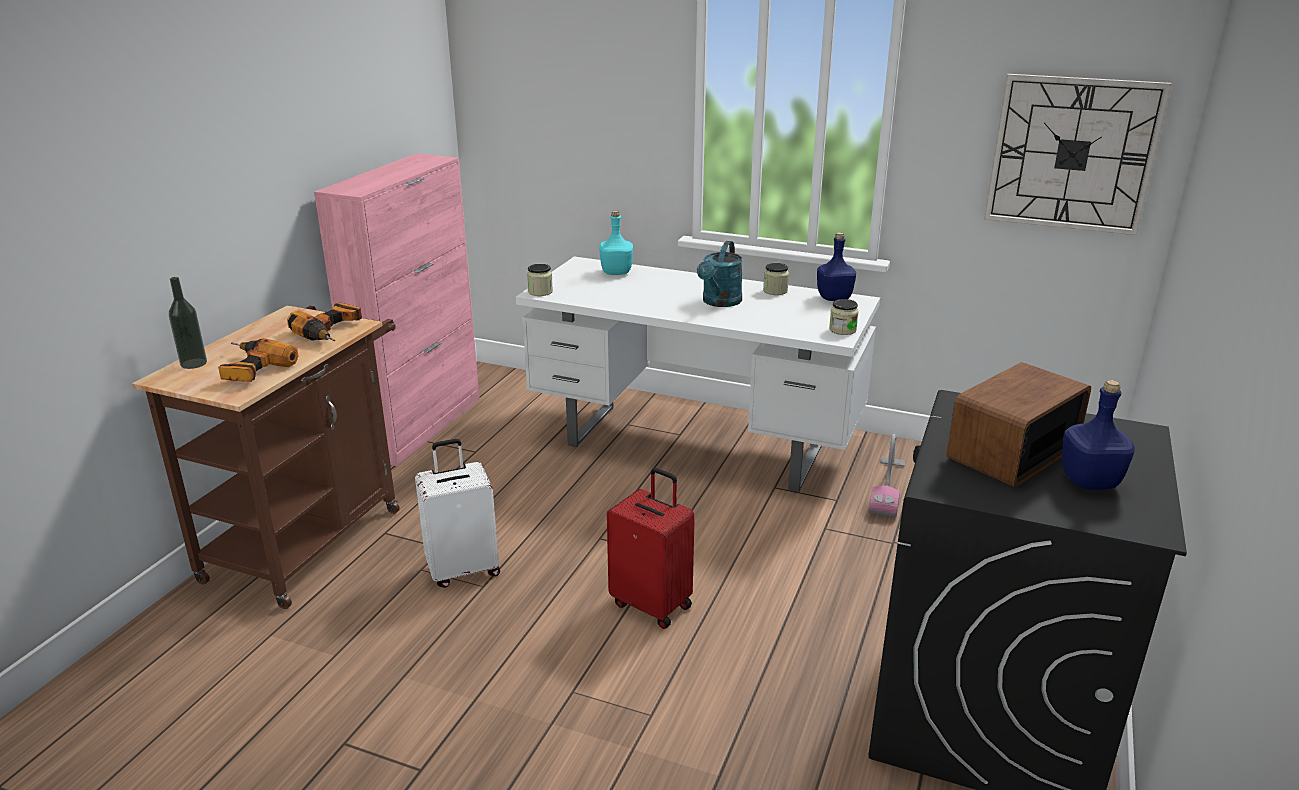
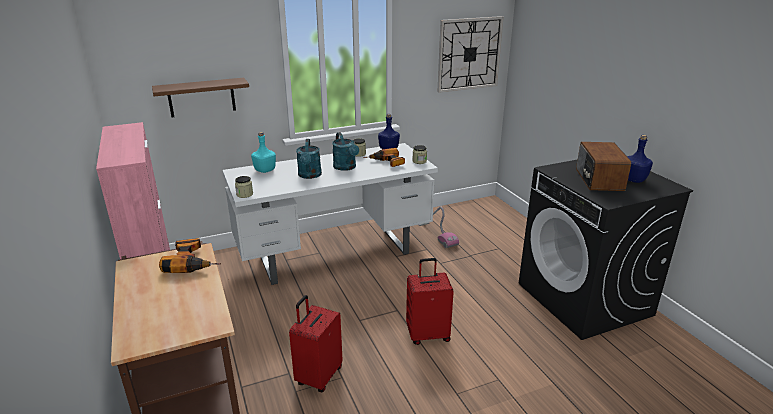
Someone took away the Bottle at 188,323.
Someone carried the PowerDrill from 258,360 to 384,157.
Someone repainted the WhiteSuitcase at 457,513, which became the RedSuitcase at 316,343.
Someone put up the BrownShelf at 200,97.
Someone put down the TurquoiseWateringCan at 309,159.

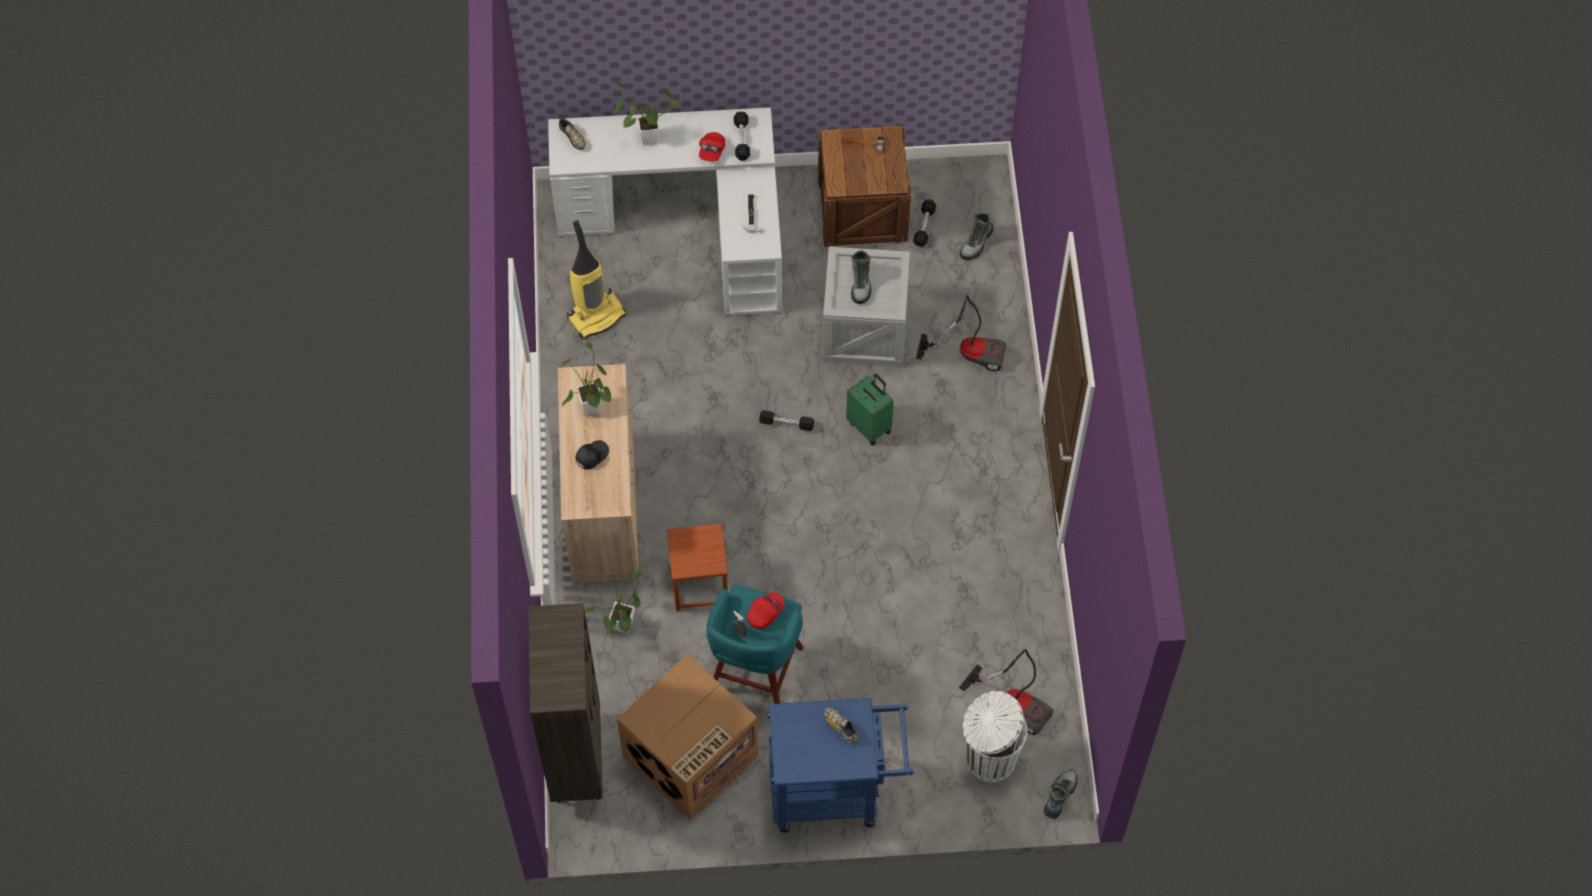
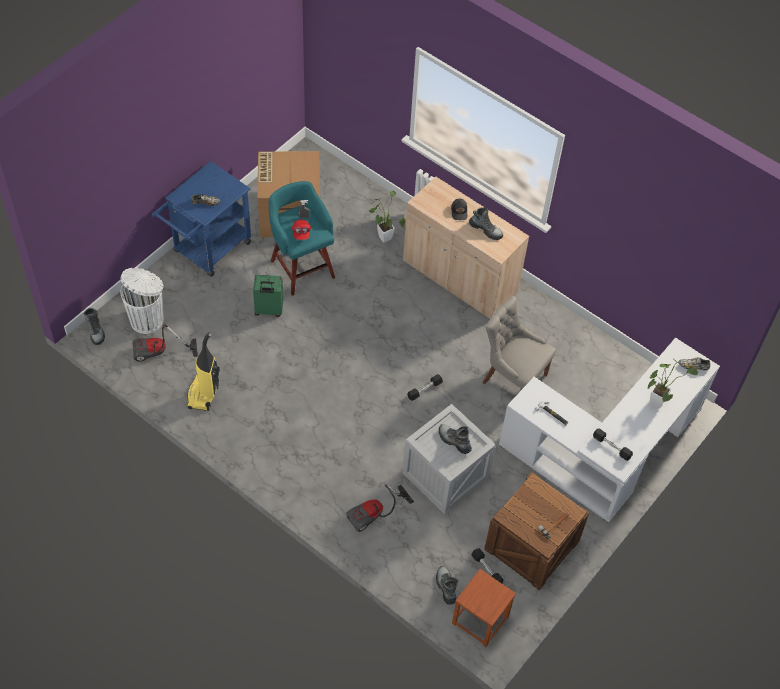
Someone took away the RedCap at 712,147.
Someone carried the VacuumCleaner from 597,279 to 203,372.
Someone swapped the PottedPlant at 586,378 for the Boot at 486,223.
Someone carried the GreenSuitcase from 870,410 to 268,296.
Someone carried the BrownStool from 697,567 to 484,608.
Someone took away the BrownBookcase at 565,703.
Someone put down the GreyChair at 519,343.

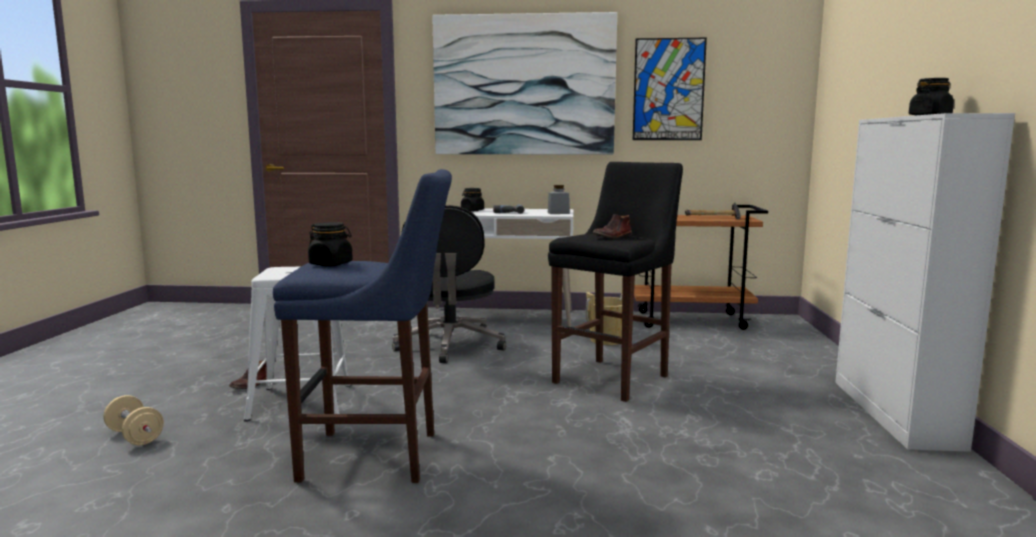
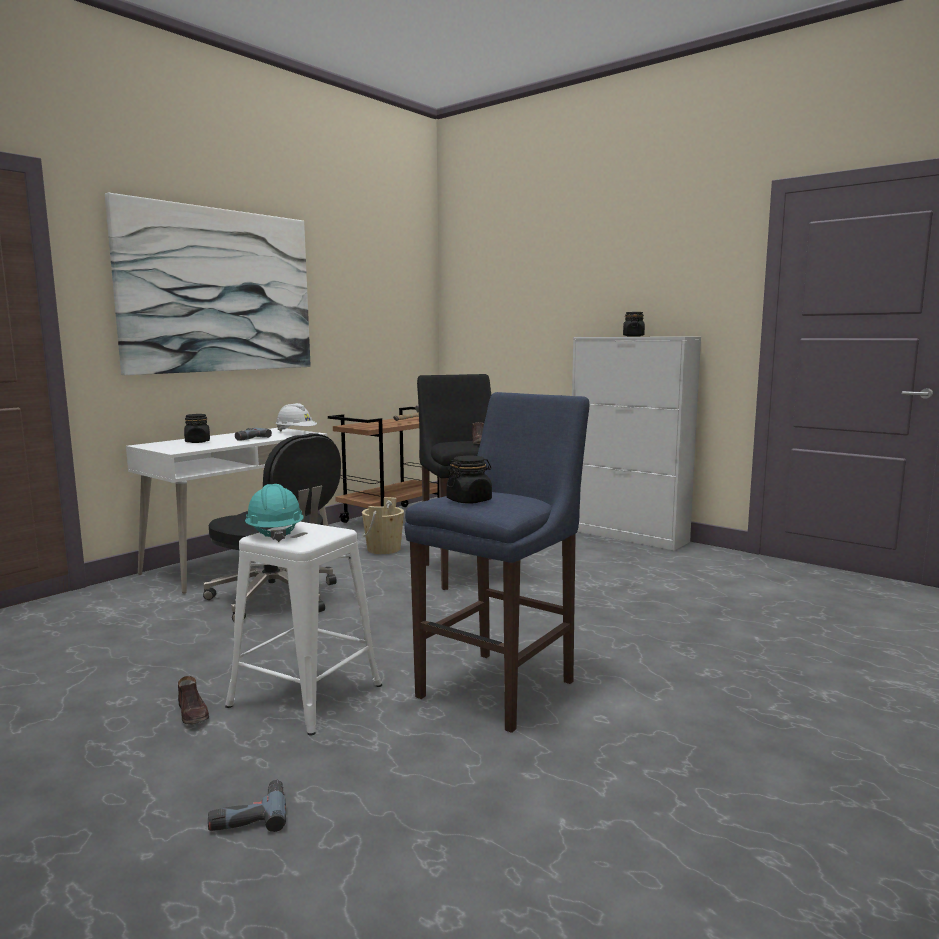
Someone took away the Picture at 670,89.
Someone swapped the GreyJar at 559,199 for the WhiteHardHat at 296,417.
Someone swapped the BeigeDumbbell at 133,420 for the PowerDrill at 247,806.
Someone put down the TurquoiseHardHat at 274,513.

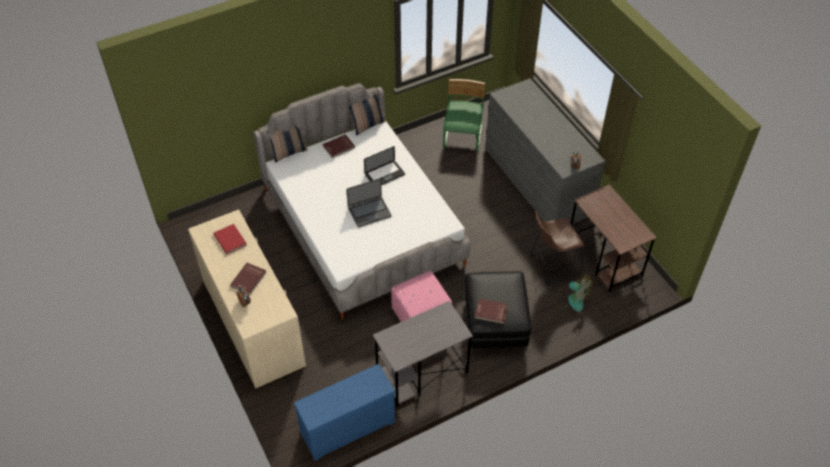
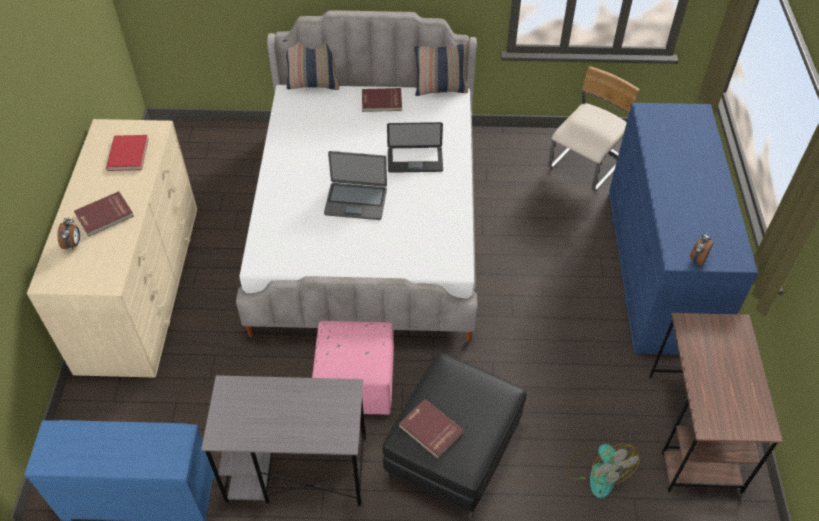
Someone repainted the GreyDresser at 545,151, which became the BlueDresser at 683,229.
Someone repainted the GreenChair at 464,115, which became the BeigeChair at 594,128.
Someone took away the BrownStool at 557,248.

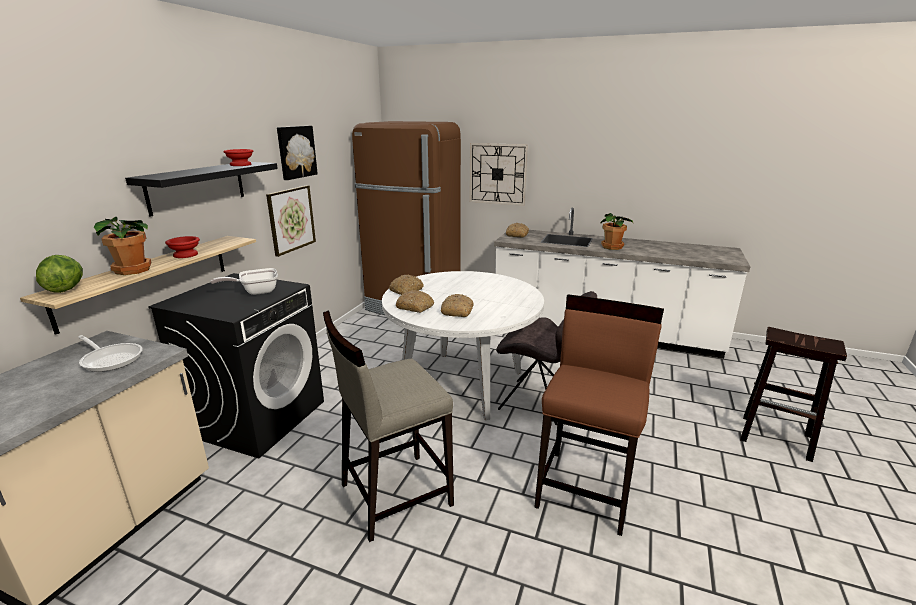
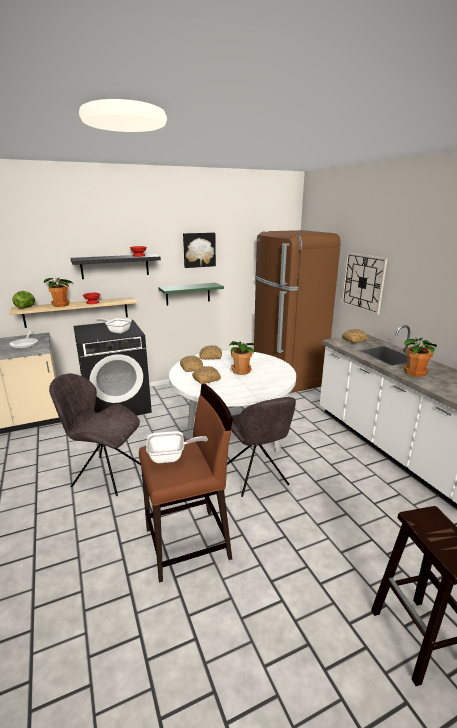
Someone swapped the Picture at 291,221 for the GreenShelf at 191,294.
Someone swapped the BeigeStool at 388,426 for the GreyChair at 95,434.
Someone put down the PottedPlant at 243,358.
Someone put down the FryingPan at 177,447.

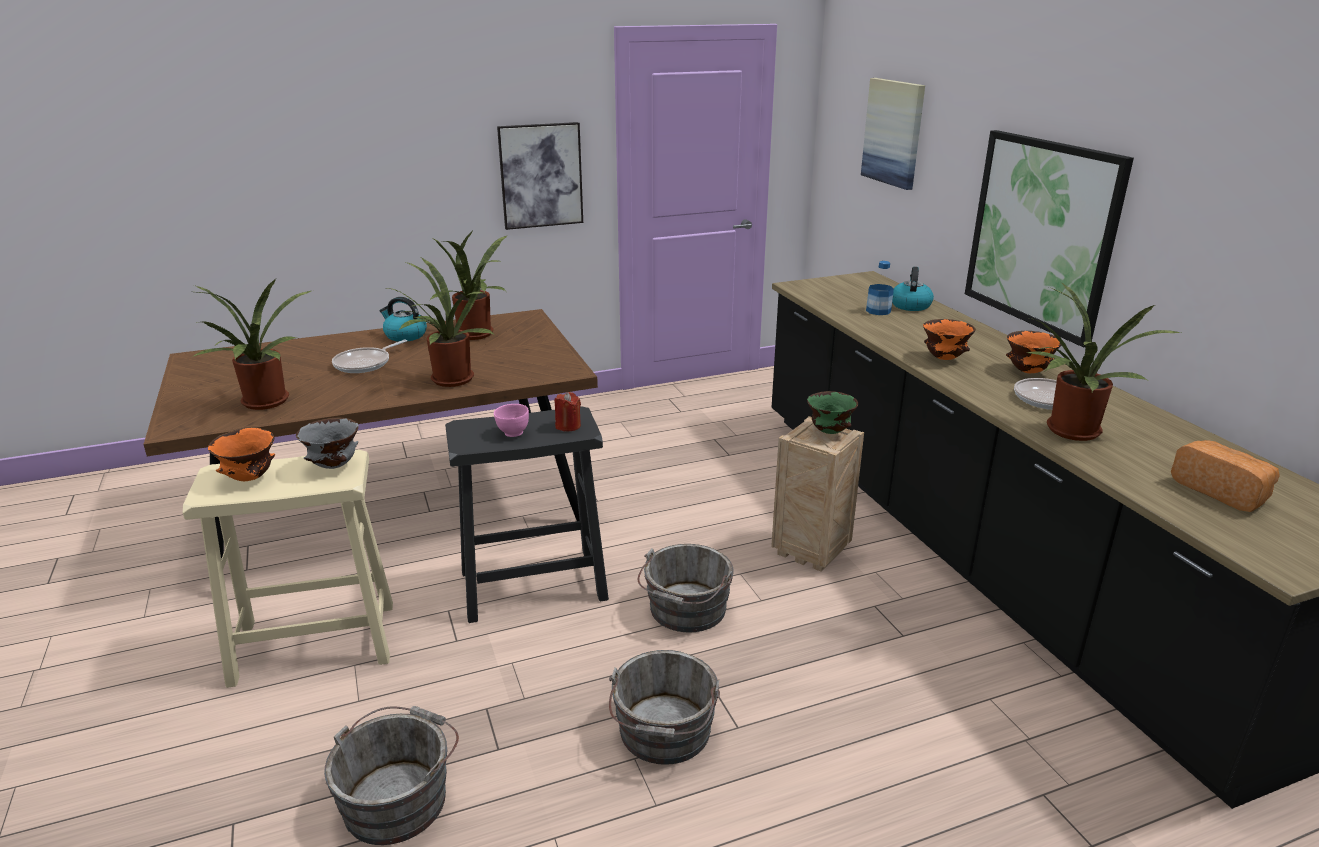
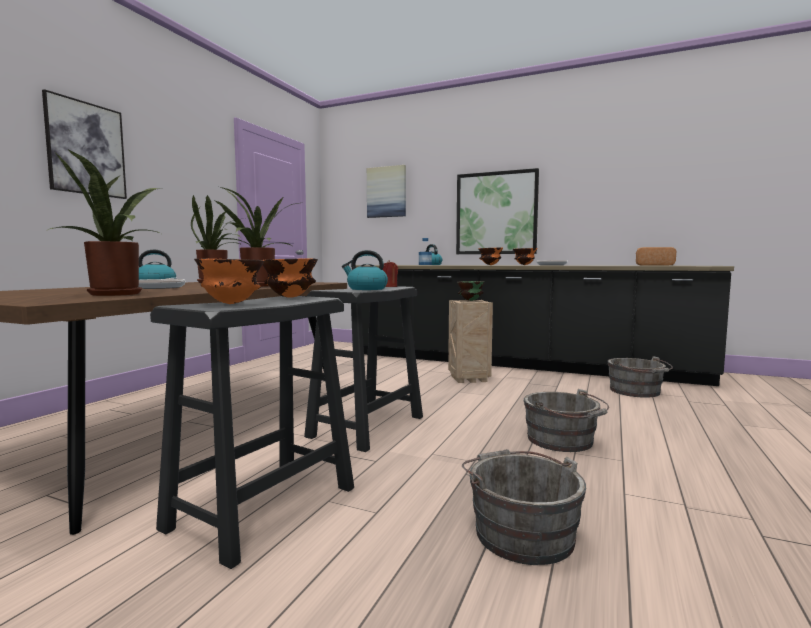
Someone carried the Picture from 540,176 to 84,144.
Someone took away the PottedPlant at 1104,361.
Someone swapped the PinkBowl at 511,420 for the Kettle at 365,270.
Someone repainted the GreyBowl at 327,443, which became the OrangeBowl at 290,278.
Someone repainted the BeigeStool at 288,569, which became the BlackStool at 252,432.
Someone carried the GreyBucket from 686,588 to 640,377.

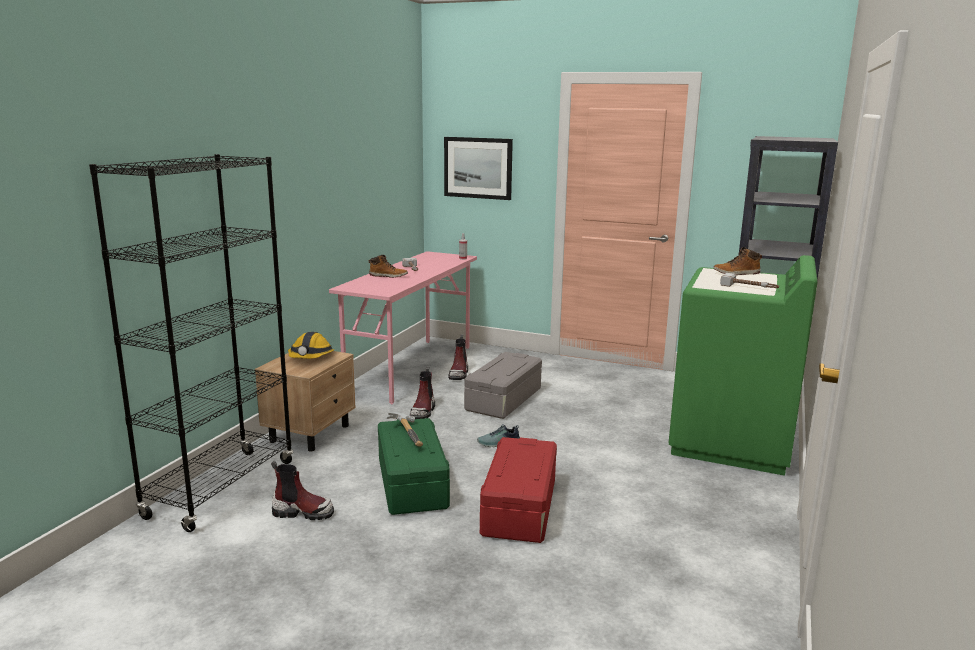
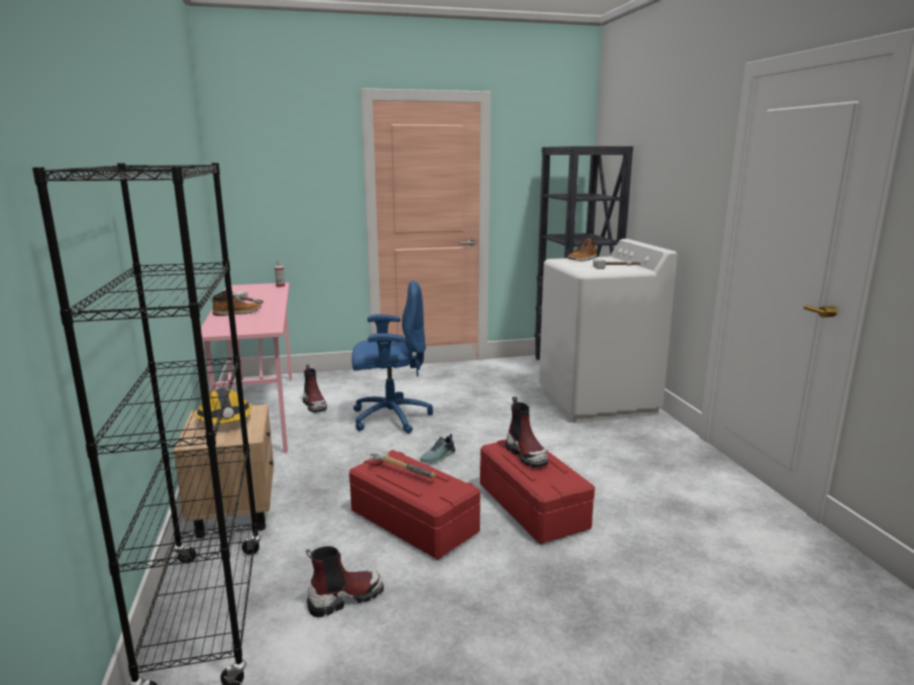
Someone took away the Picture at 478,168.
Someone repainted the GreenWashingMachine at 743,365, which became the WhiteWashingMachine at 608,331.
Someone swapped the GreyStorageBox at 503,385 for the BlueOfficeChair at 392,357.
Someone carried the Boot from 422,392 to 526,432.
Someone repainted the GreenStorageBox at 414,466, which became the RedStorageBox at 414,505.

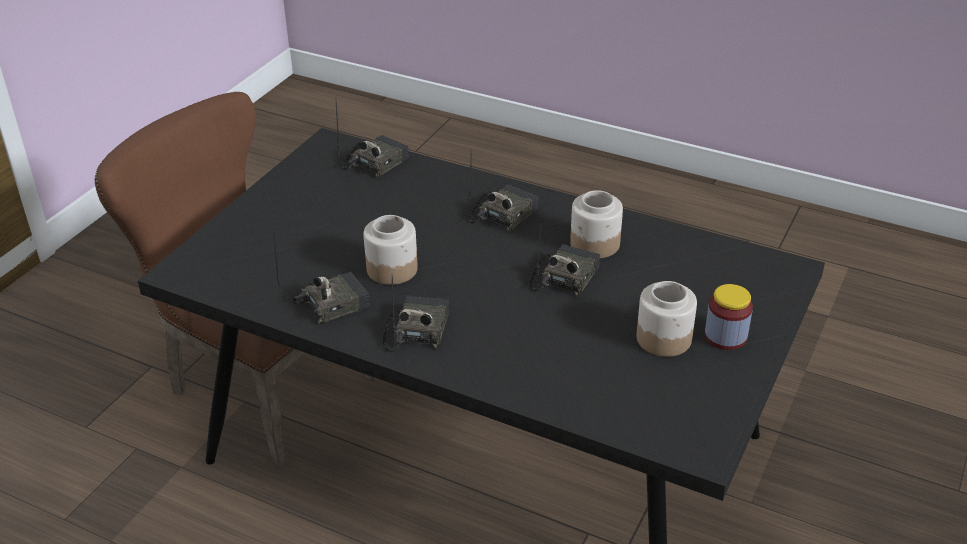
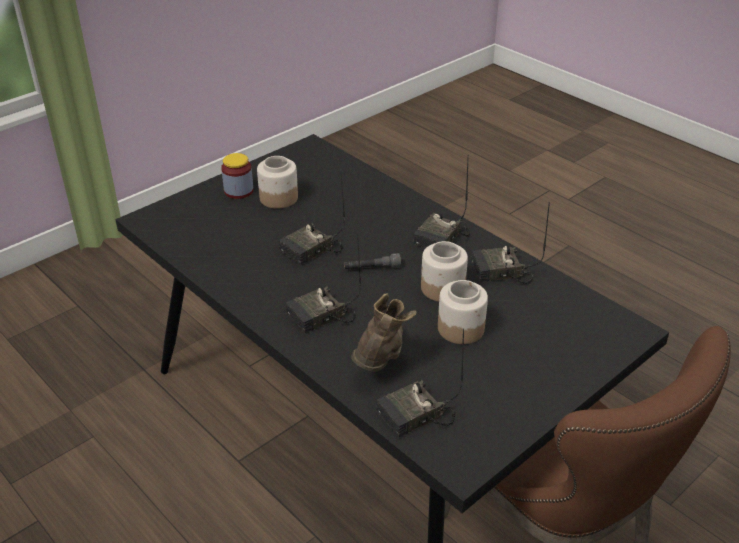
Someone carried the Jar from 596,224 to 463,312.
Someone put down the GreyFlashlight at 372,261.
Someone put down the BrownBoot at 384,332.

